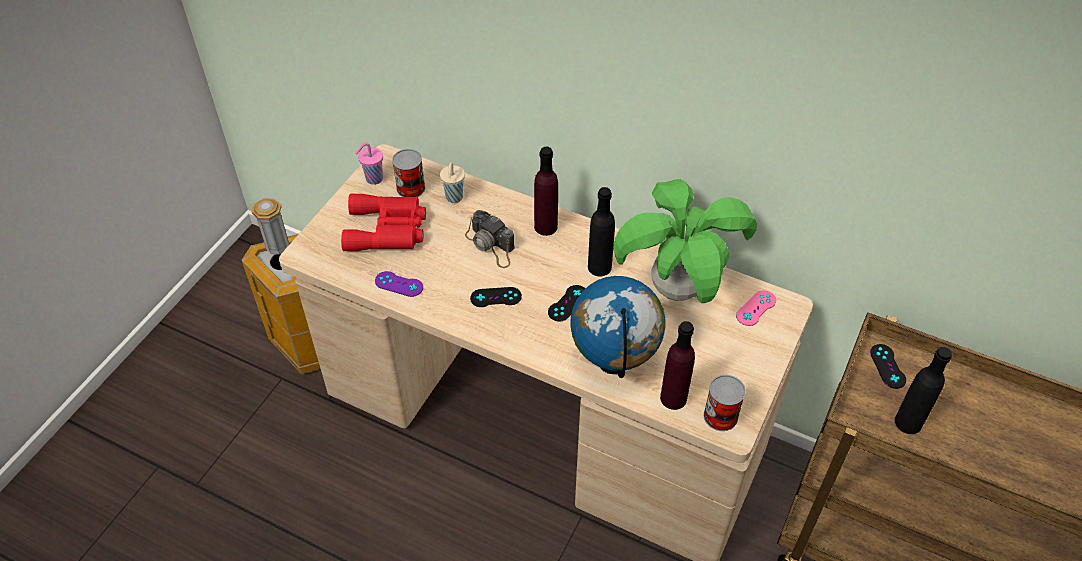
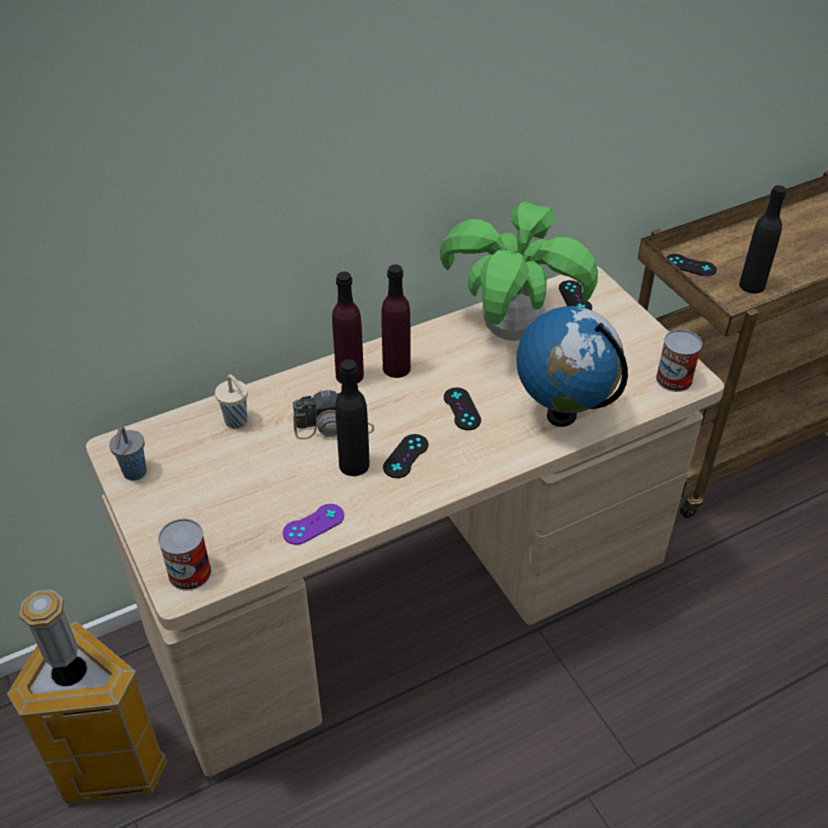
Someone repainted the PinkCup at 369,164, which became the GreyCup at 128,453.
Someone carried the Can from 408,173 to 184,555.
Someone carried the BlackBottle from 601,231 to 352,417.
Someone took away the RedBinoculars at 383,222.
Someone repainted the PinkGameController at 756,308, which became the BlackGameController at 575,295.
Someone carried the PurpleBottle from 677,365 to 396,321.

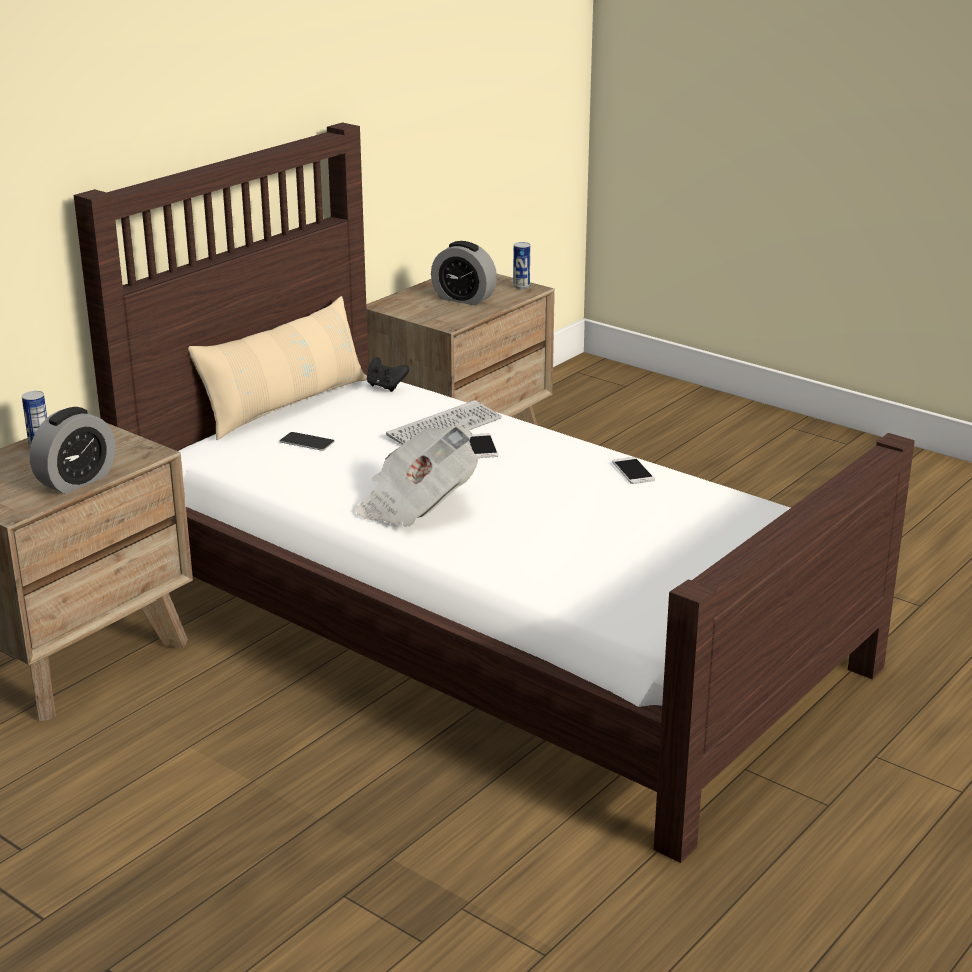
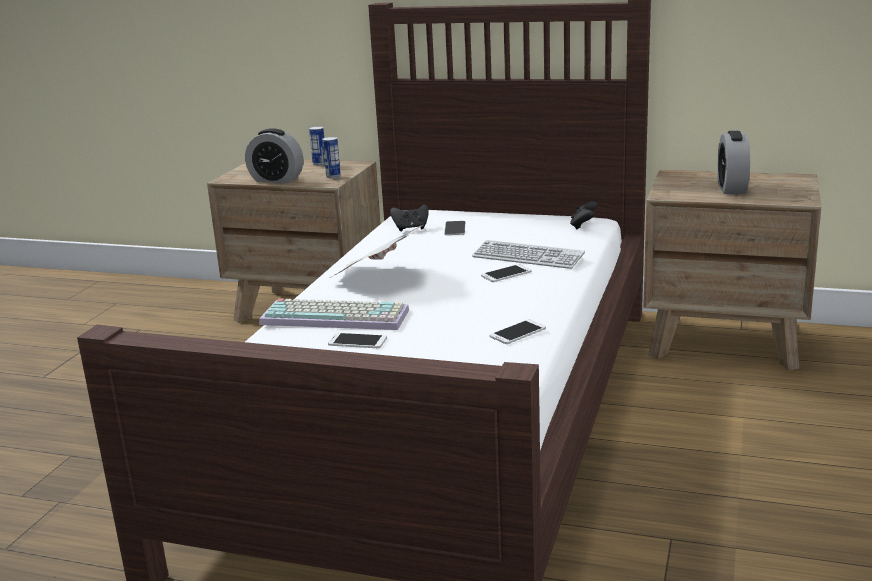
Someone carried the Can from 521,265 to 331,157.
Someone took away the BeigePillow at 277,368.
Someone put down the BlackGameController at 409,218.
Someone put down the Keyboard at 334,314.
Someone put down the Phone at 357,340.

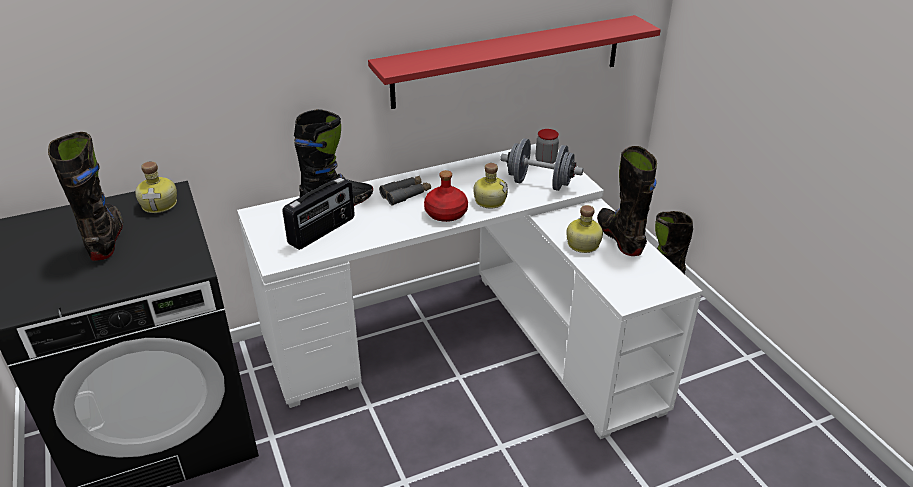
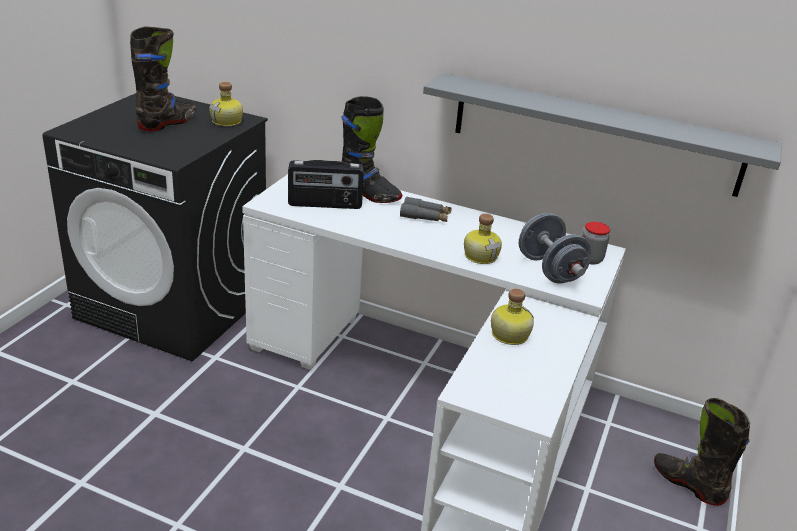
Someone repainted the RedShelf at 514,62, which became the GreyShelf at 602,135.
Someone took away the BlackBoot at 627,201.
Someone took away the RedBottle at 446,196.

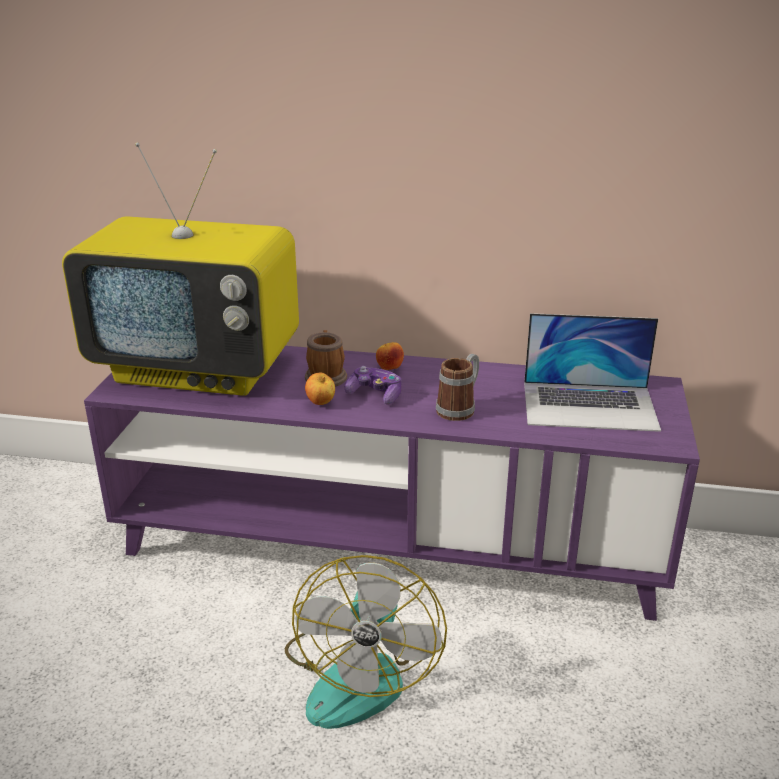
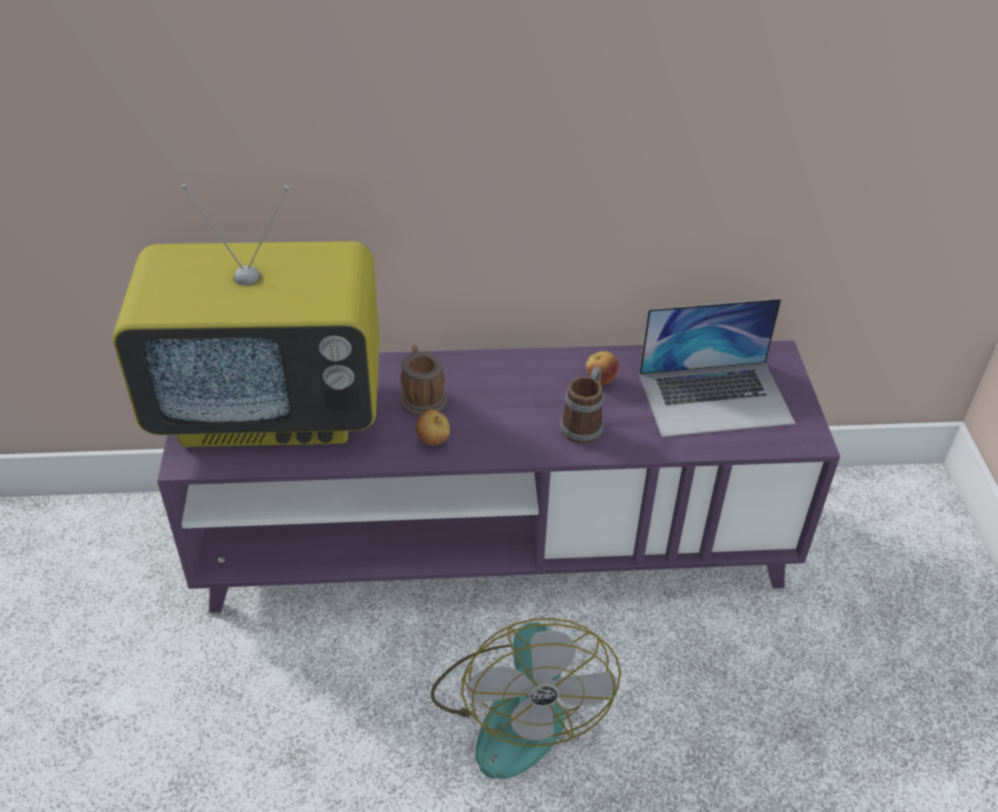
Someone carried the Apple from 390,356 to 602,368.
Someone took away the GameController at 373,385.

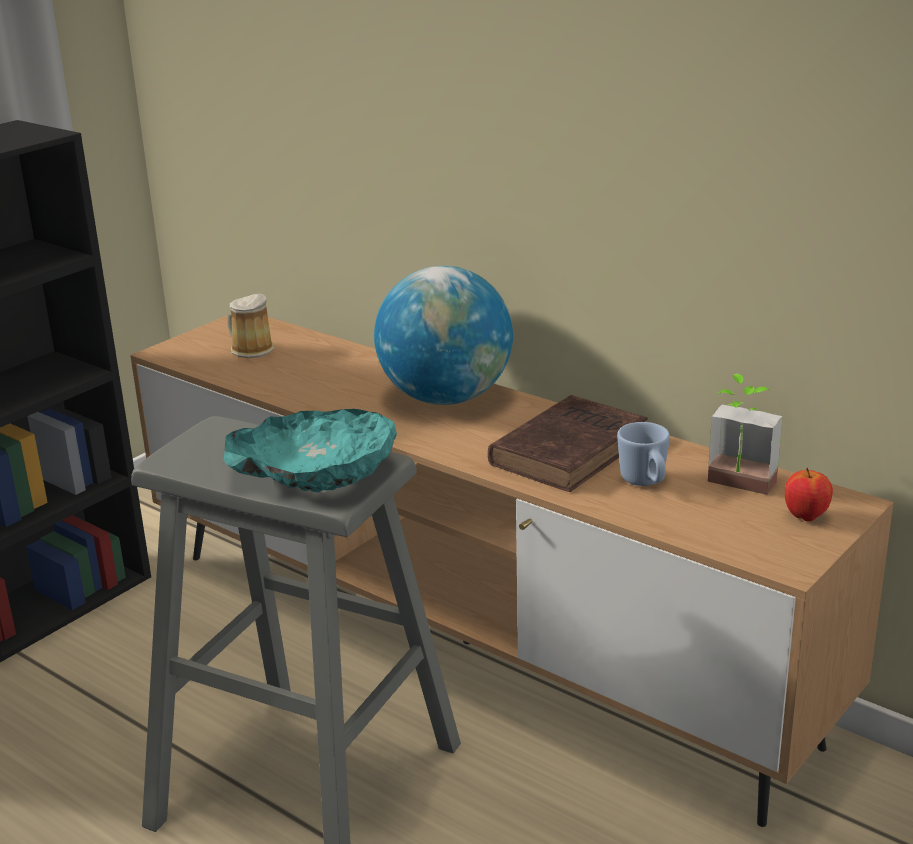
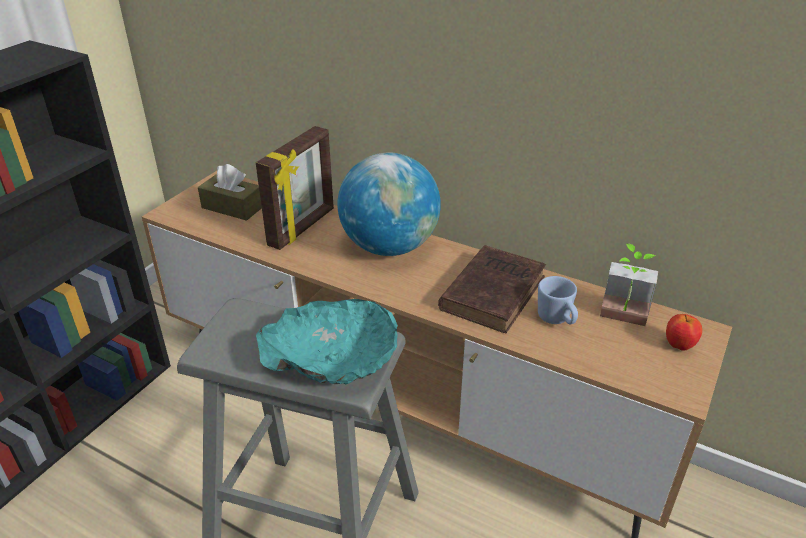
Someone swapped the Mug at 250,326 for the BrownTissueBox at 230,192.
Someone put down the PictureFrame at 295,188.

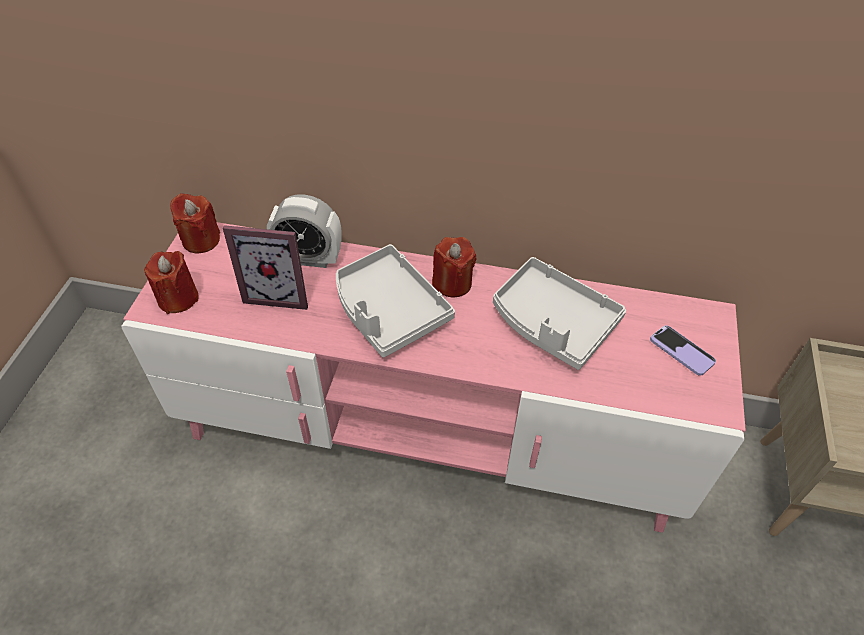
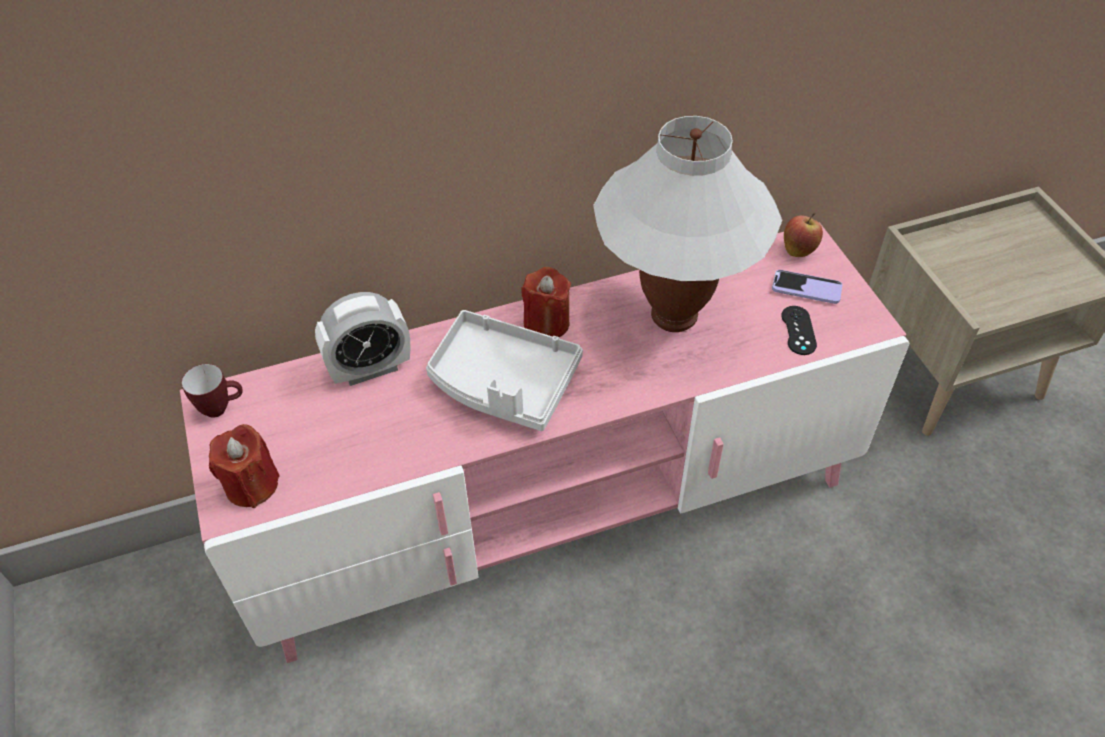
Someone swapped the RedCandle at 195,223 for the Mug at 212,391.
Someone took away the PictureFrame at 265,267.
Someone swapped the GreyTray at 559,313 for the WhiteTableLamp at 688,224.
Someone put down the Apple at 803,235.
Someone put down the BlackGameController at 799,330.

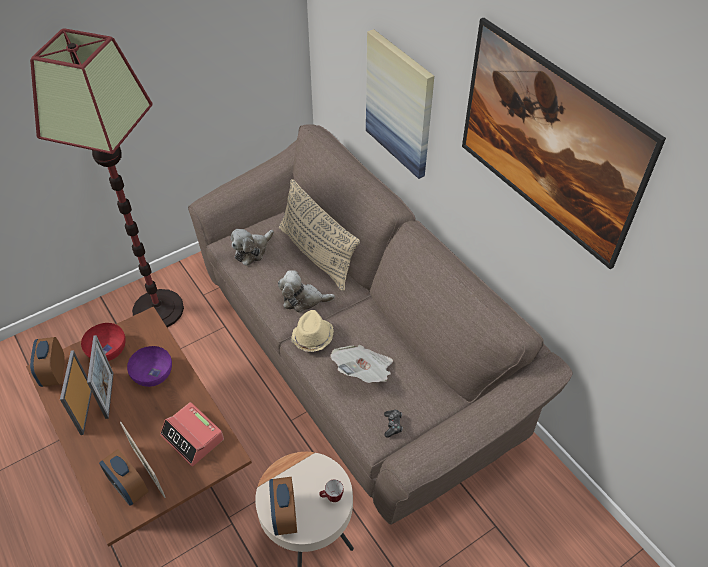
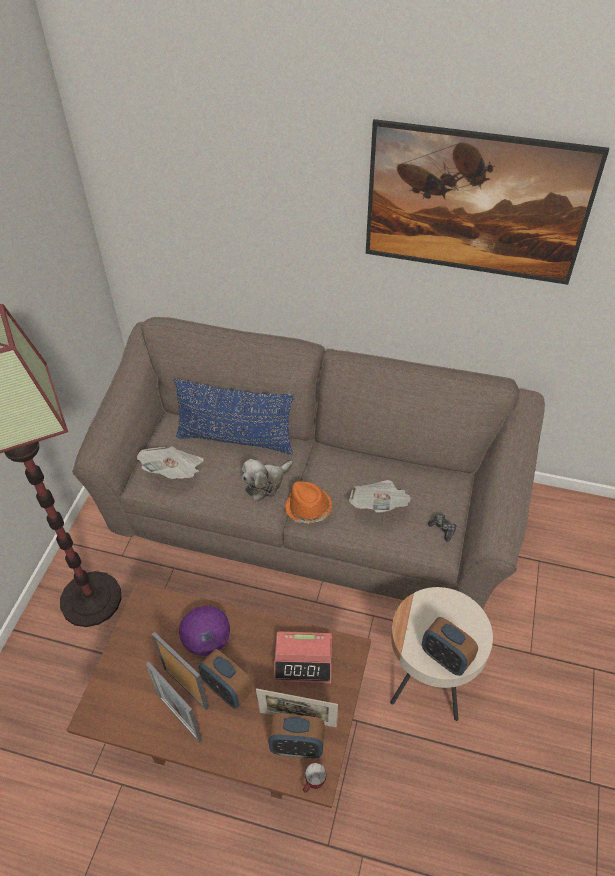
Someone took away the Picture at 400,104.
Someone repainted the BeigePillow at 319,235, which became the BluePillow at 234,417.
Someone swapped the PlushToy at 252,247 for the Newspaper at 170,462.
Someone repainted the BeigeHat at 312,331, which became the OrangeHat at 308,502.
Someone took away the RedBowl at 103,342.
Someone carried the AlarmClock from 47,362 to 226,679.
Someone carried the Mug from 331,490 to 314,778.

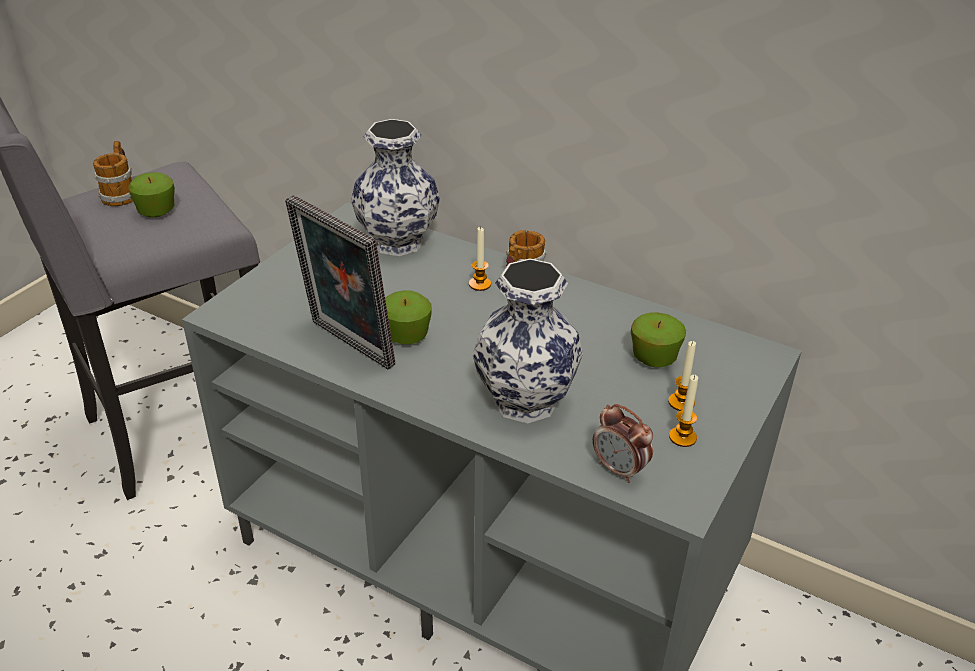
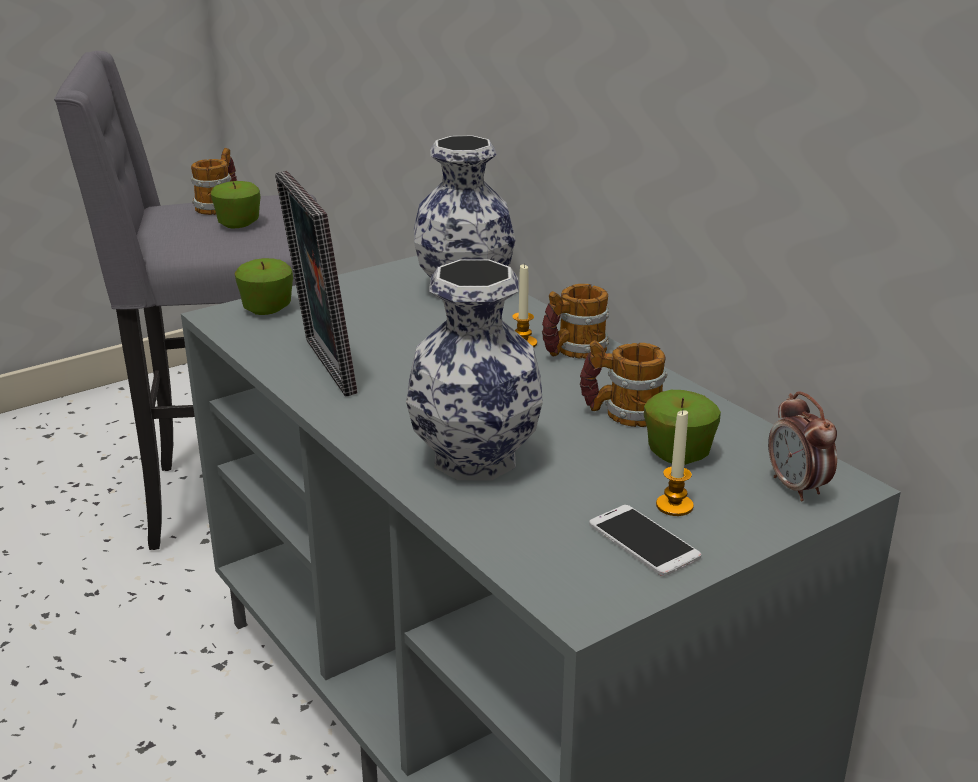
Someone carried the Apple from 408,317 to 263,286.
Someone swapped the Candle at 683,411 for the Phone at 645,540.
Someone carried the AlarmClock from 623,443 to 802,446.
Someone put down the Mug at 623,383.

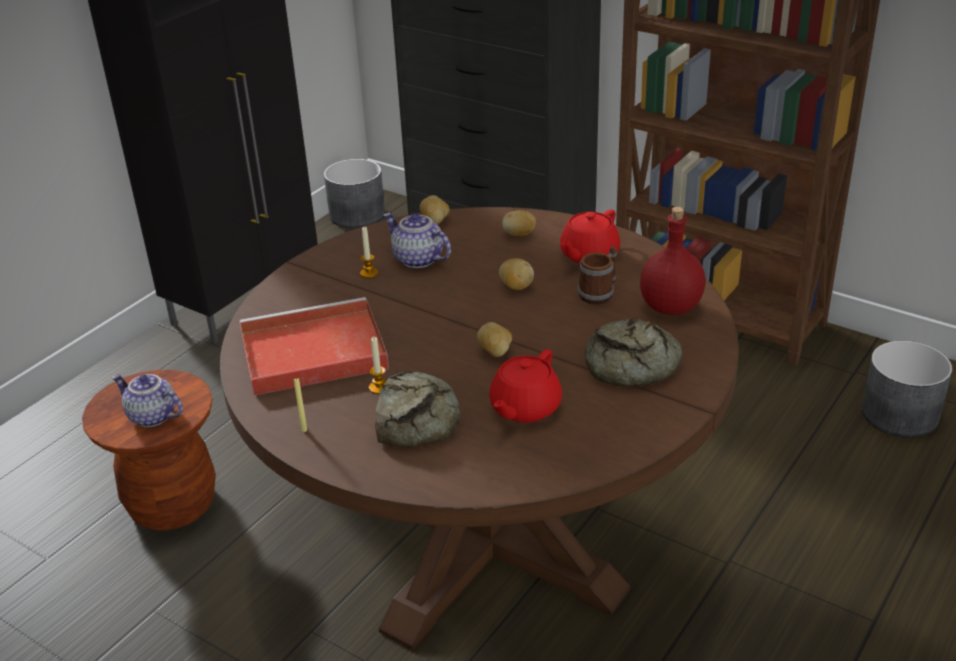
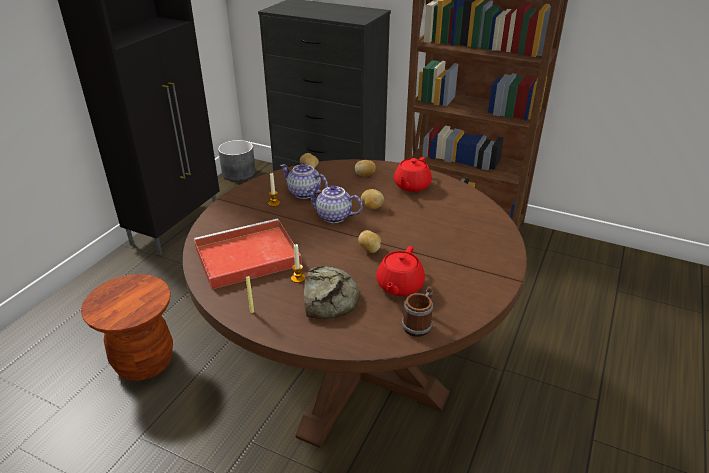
Someone took away the RedBottle at 672,261.
Someone carried the Mug from 597,275 to 417,311.
Someone took away the Bread at 633,352.
Someone took away the GreyPlanter at 907,389.
Someone carried the Teapot from 147,400 to 334,204.

